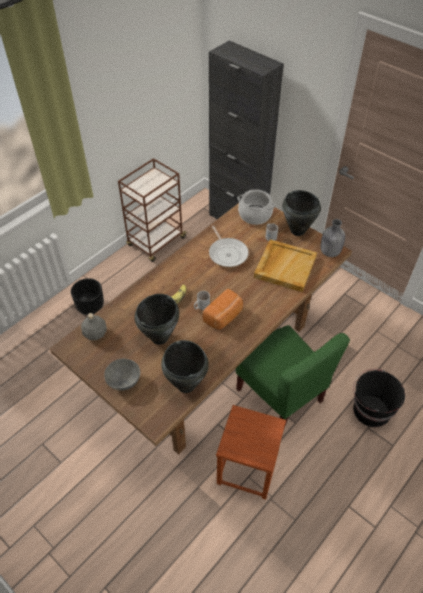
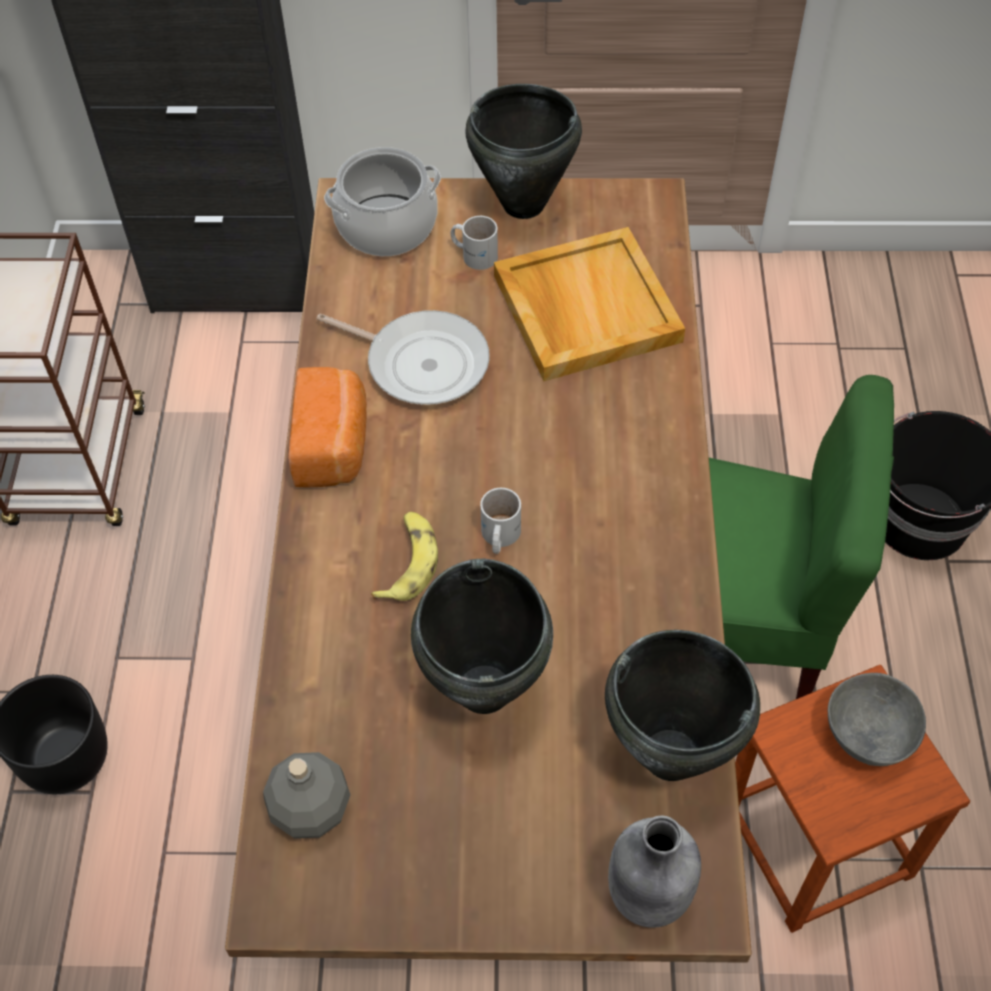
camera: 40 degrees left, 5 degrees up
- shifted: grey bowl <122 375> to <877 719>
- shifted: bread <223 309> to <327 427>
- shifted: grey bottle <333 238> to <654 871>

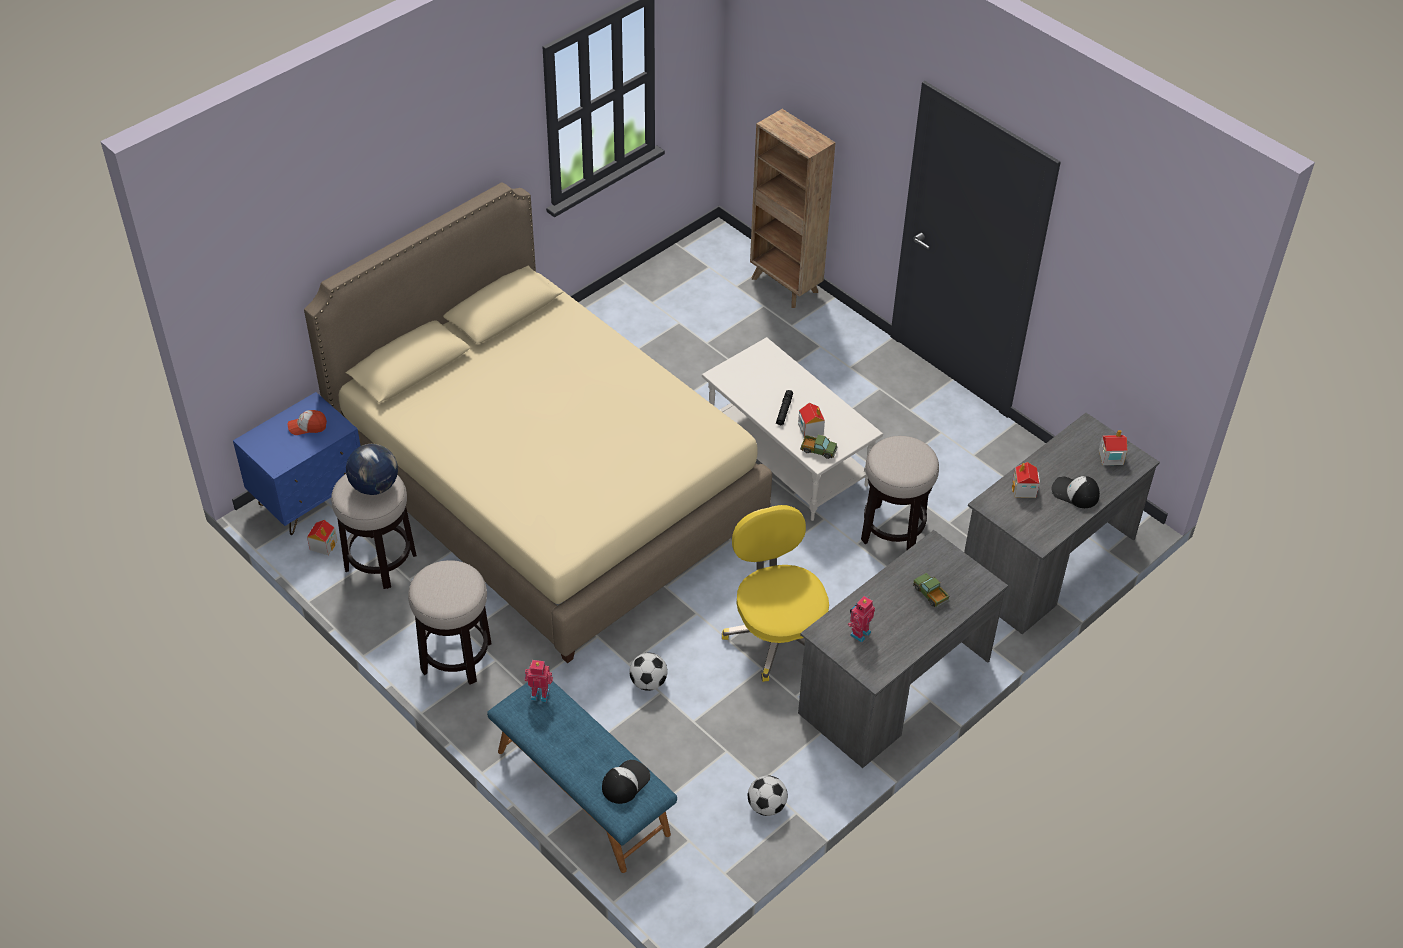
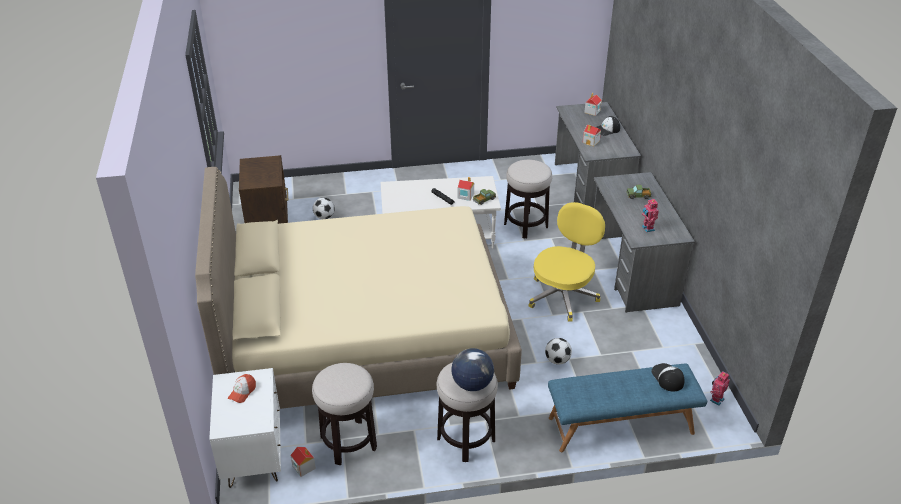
camera: 55 degrees left, 10 degrees down
- repainted: blue nightstand <297 463> to white nightstand <245 428>
- shifted: globe <372 469> to <472 369>
- shifted: toy robot <539 681> to <720 388>
- rotated: yellow office chair <775 593> = <566 261> 105 degrees clockwise
- shifted: football <768 795> to <324 208>
- gone: brown bookcase <792 208>
- new: brown nightstand <263 189>

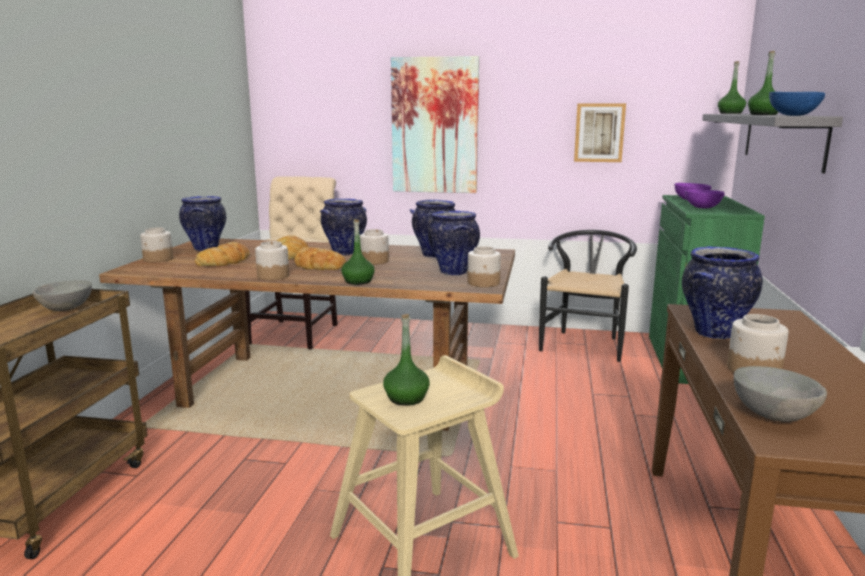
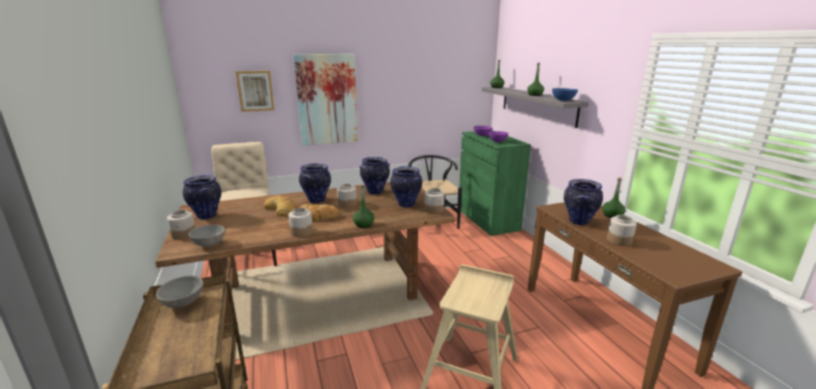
camera: 30 degrees left, 5 degrees up
- gone: bread <222 254>
- shifted: green bottle <406 360> to <614 198>
- shifted: picture <600 132> to <255 91>
- shifted: grey bowl <780 394> to <207 236>

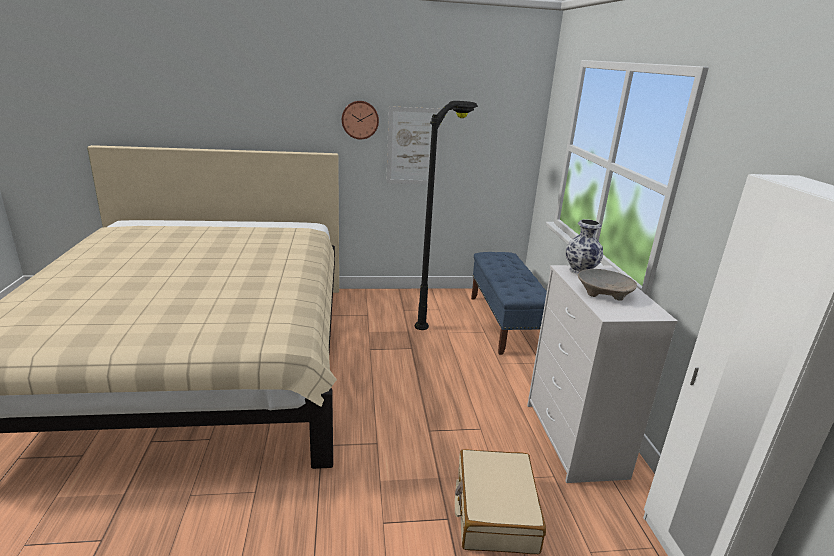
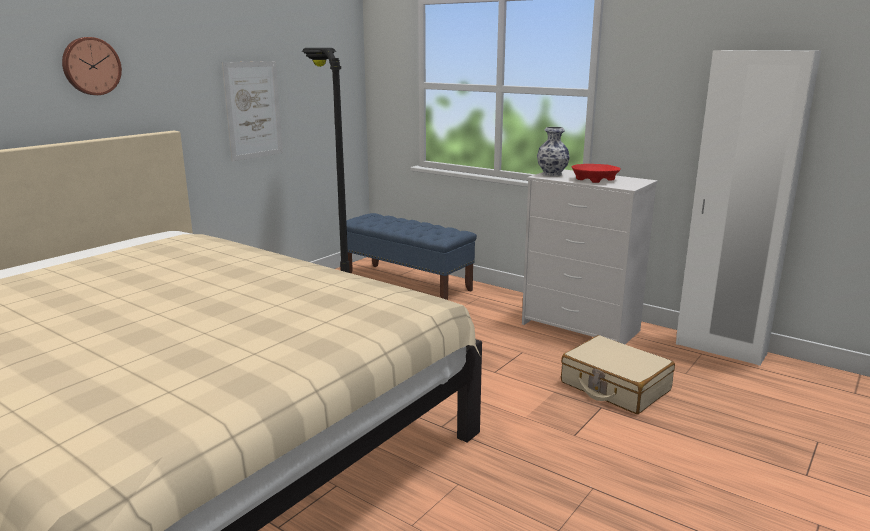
camera: 45 degrees left, 5 degrees down
- shifted: wall clock <360 120> to <92 66>
- repainted: beige bowl <607 285> to red bowl <596 173>

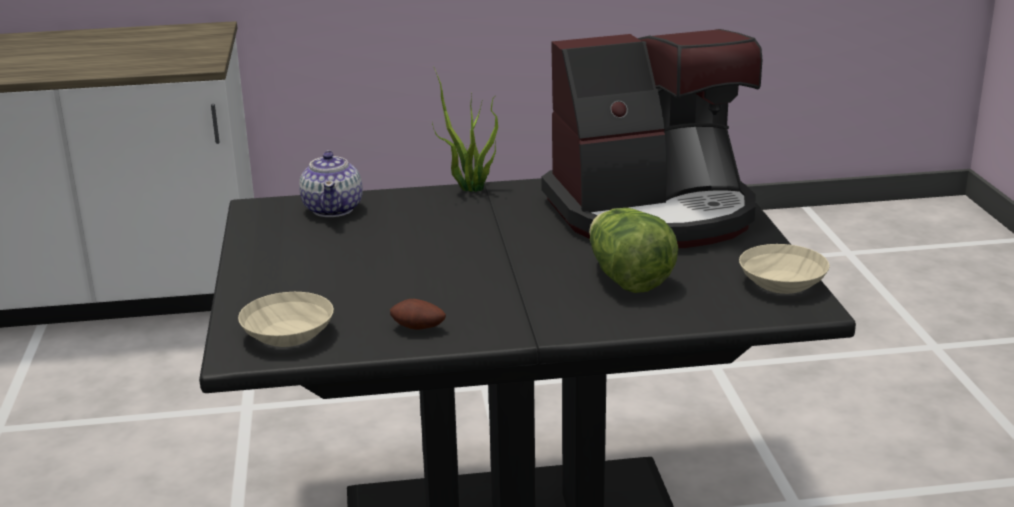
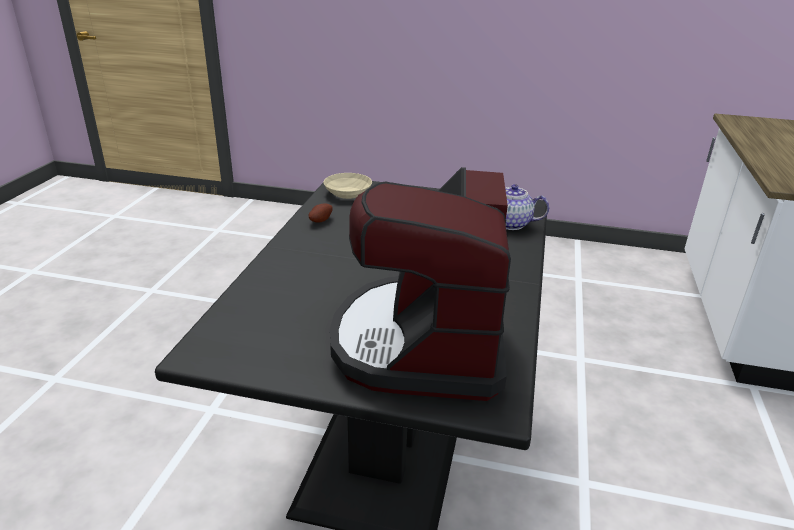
camera: 110 degrees right, 5 degrees up
- gone: potted plant <465 129>
- gone: lettuce <634 250>
- gone: beige bowl <784 269>

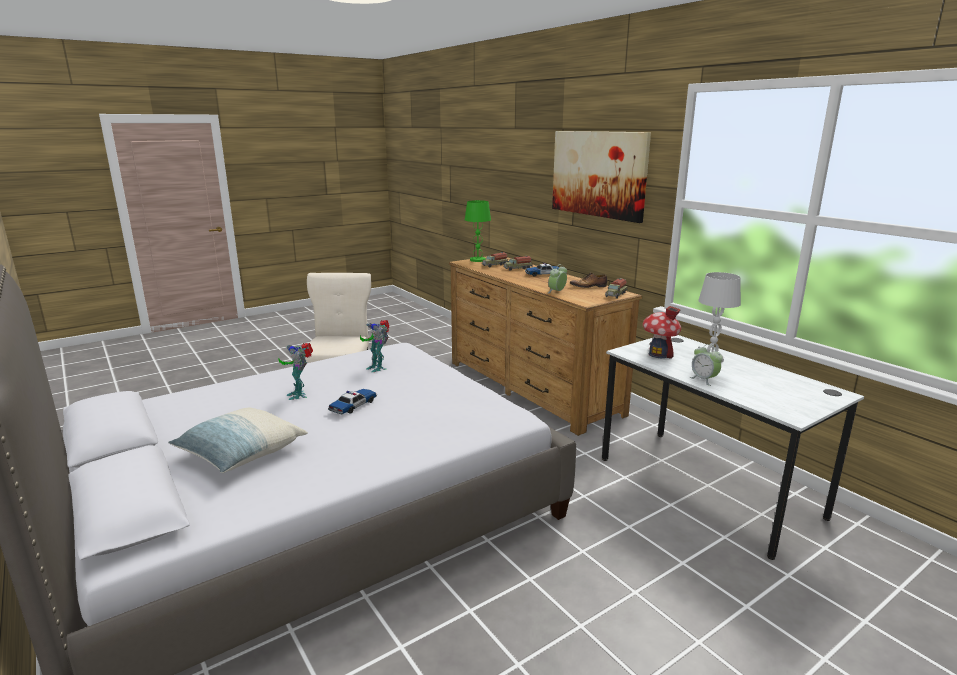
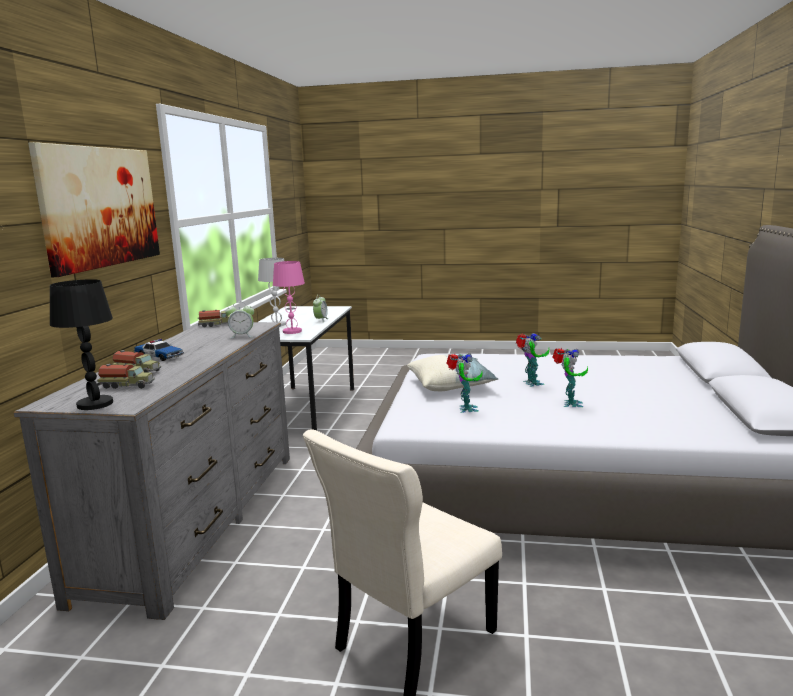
camera: 135 degrees left, 5 degrees down
- shifted: pillow <238 440> to <453 372>
- swapped: toy car <352 402> to toy robot <533 360>
- repainted: brown dresser <545 346> to grey dresser <152 471>
- repainted: green table lamp <478 231> to black table lamp <81 344>
- gone: shoe <588 280>
- swapped: toy house <662 332> to pink table lamp <289 297>

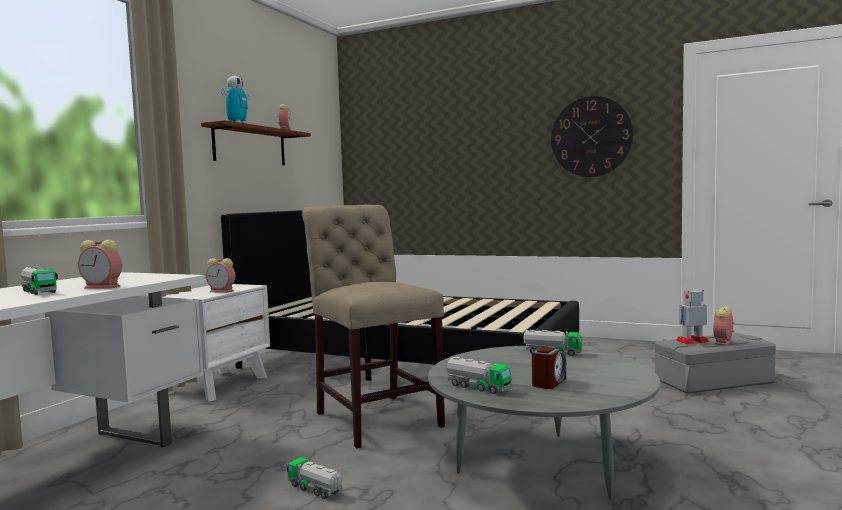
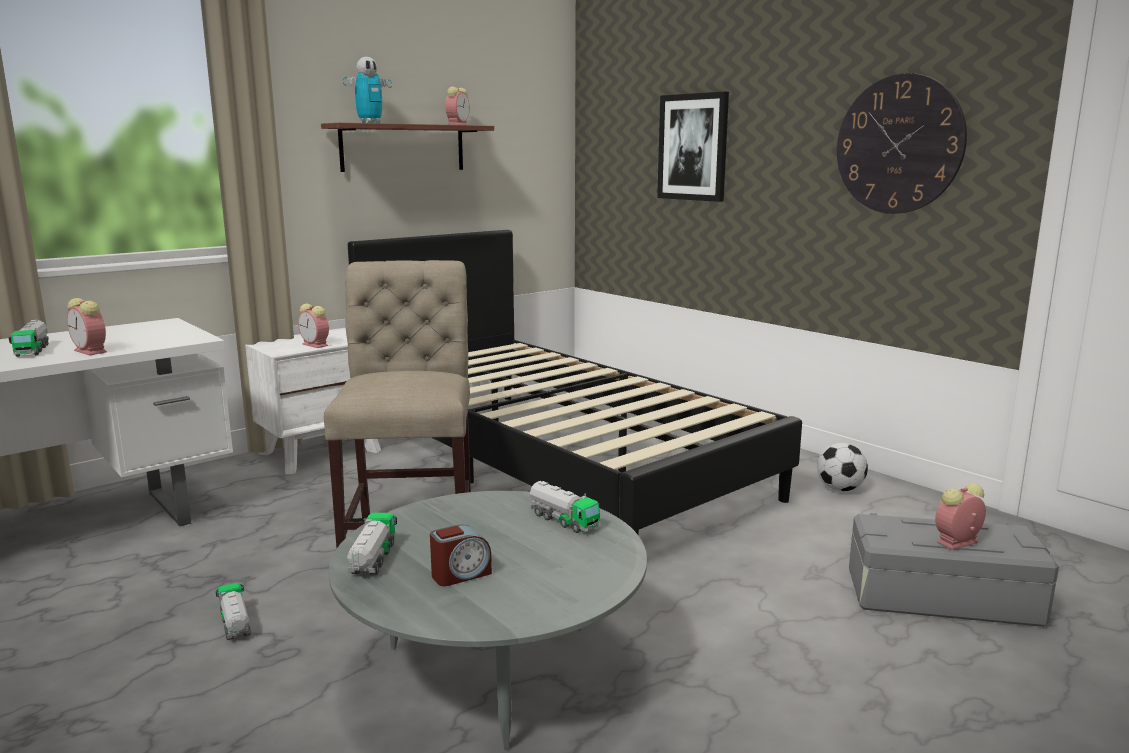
camera: 25 degrees right, 10 degrees up
- rotated: toy truck <479 375> = <372 544> 150 degrees counterclockwise
- gone: toy robot <692 317>
- new: picture <693 146>
- new: football <842 467>

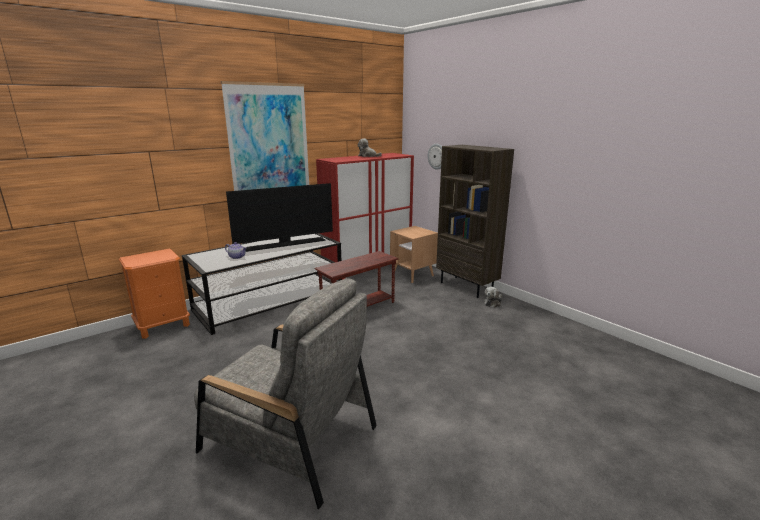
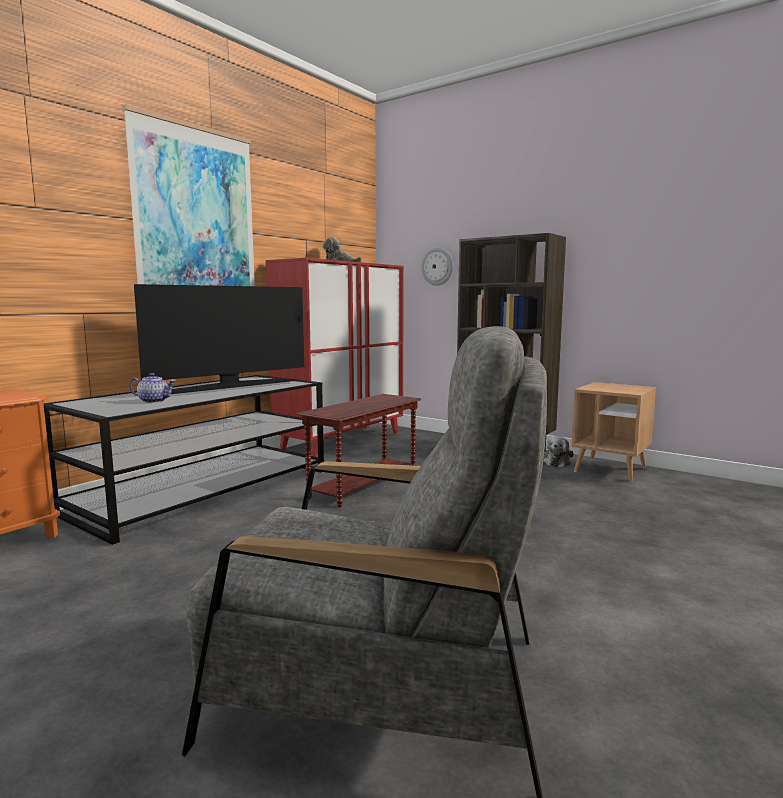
camera: 15 degrees left, 10 degrees down
- shifted: brown side table <414 254> to <614 432>

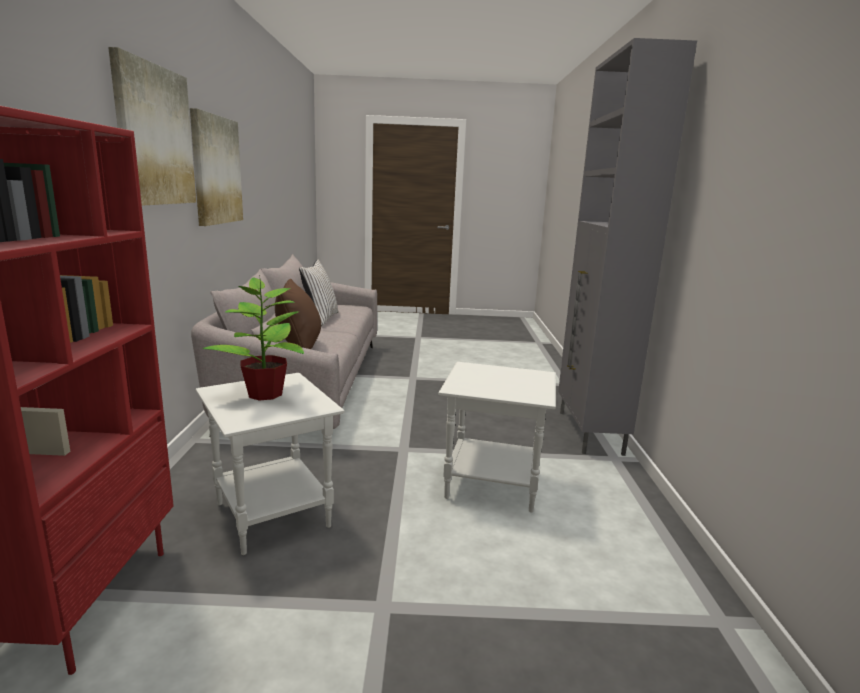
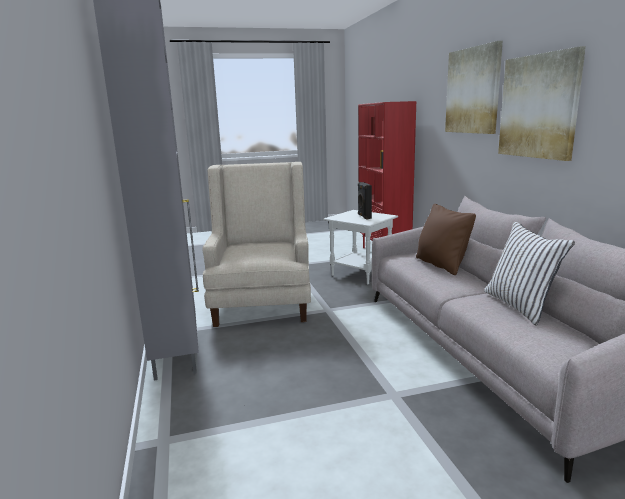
camera: 165 degrees right, 0 degrees up
- swapped: potted plant <253 338> to black speaker <365 201>
- swapped: white side table <497 437> to beige armchair <256 244>

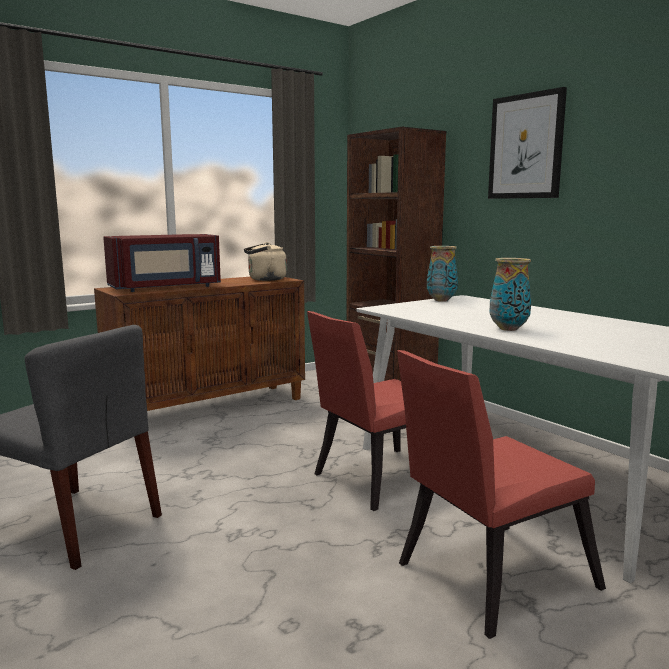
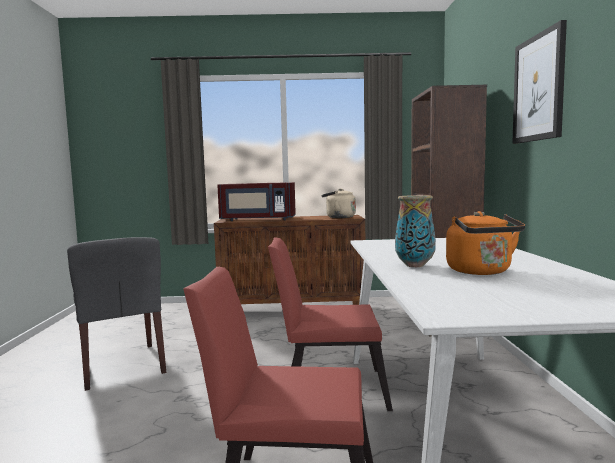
camera: 35 degrees right, 5 degrees down
- gone: vase <442 274>
- new: orange kettle <485 243>

